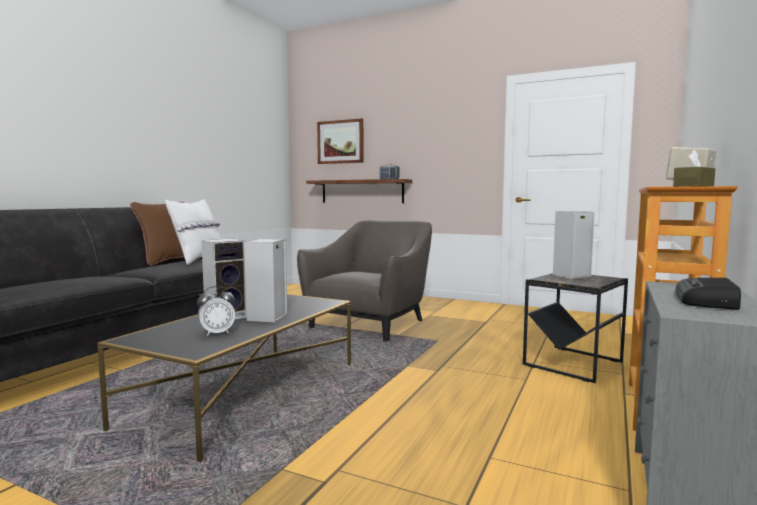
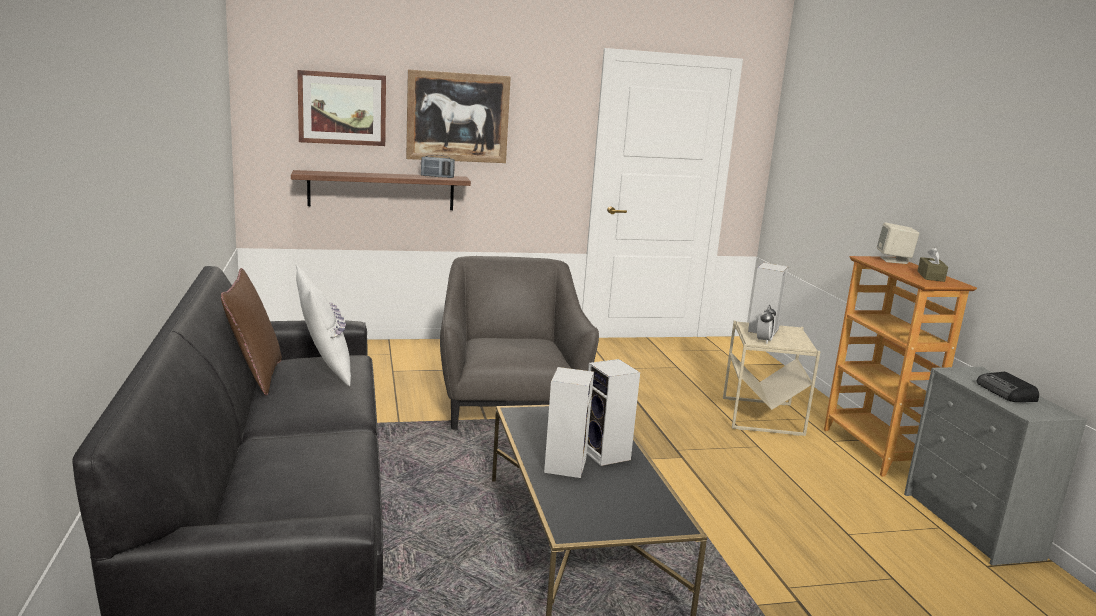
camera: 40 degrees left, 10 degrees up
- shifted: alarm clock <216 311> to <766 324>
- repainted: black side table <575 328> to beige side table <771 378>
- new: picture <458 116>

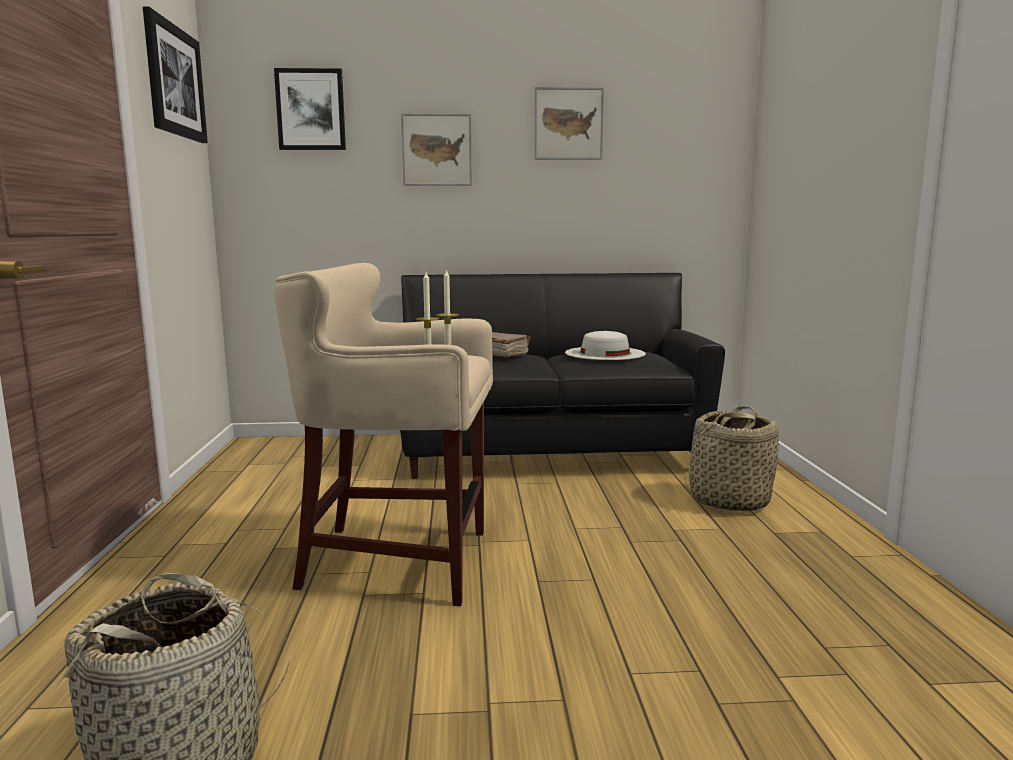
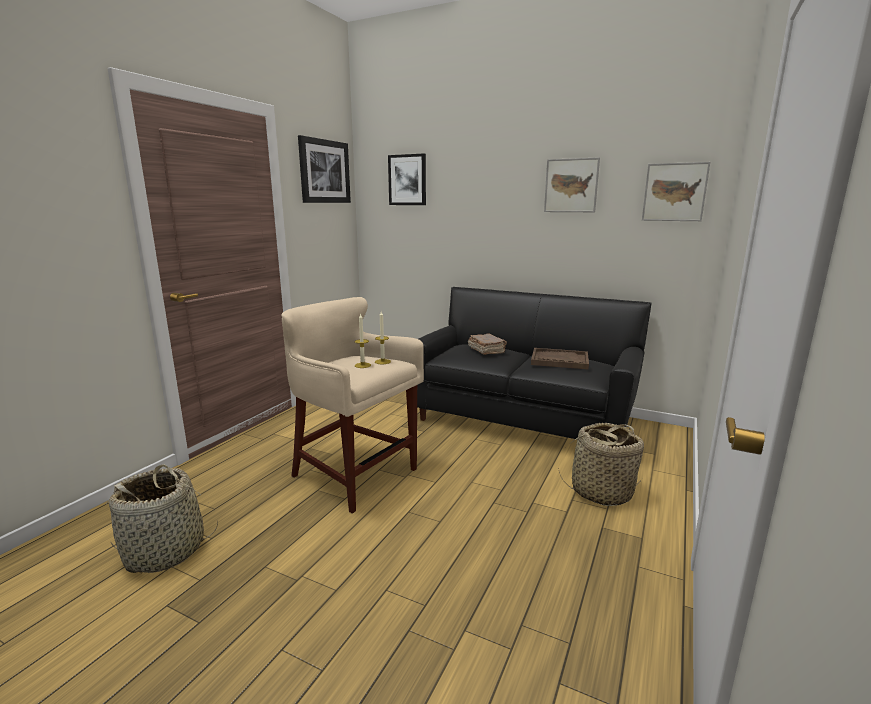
camera: 30 degrees right, 5 degrees up
- shifted: picture <436 149> to <676 191>
- swapped: white hat <605 345> to brown tray <560 358>

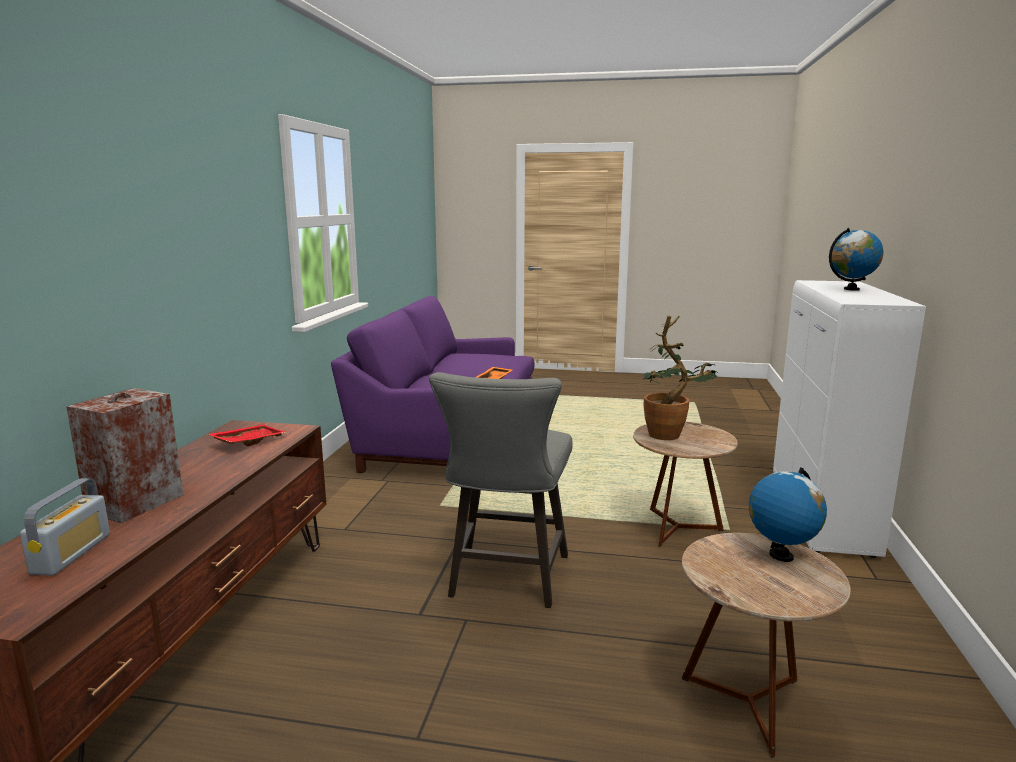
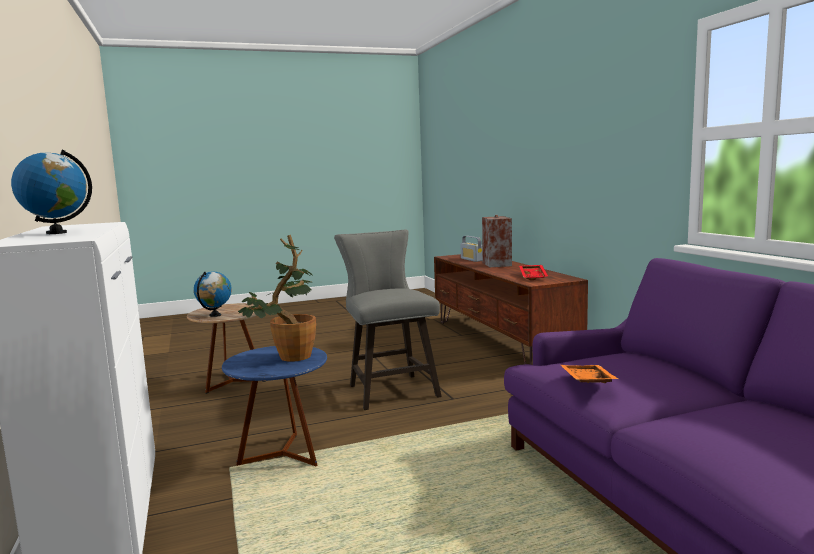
camera: 150 degrees right, 5 degrees down
- repainted: brown side table <685 484> to blue side table <274 406>

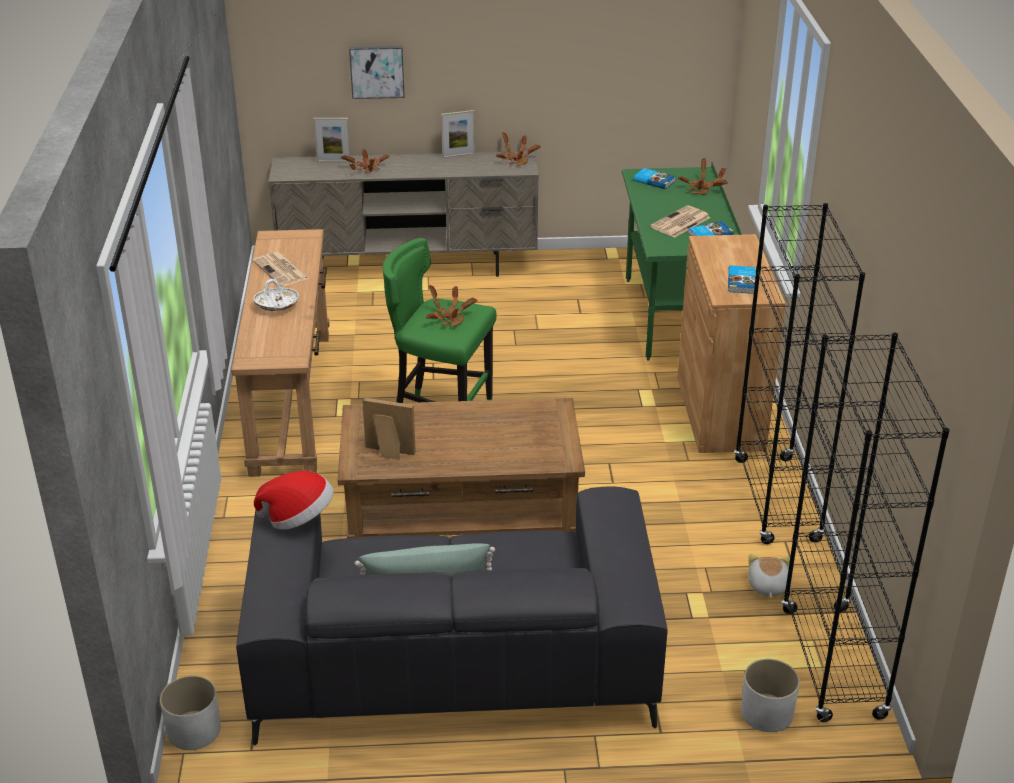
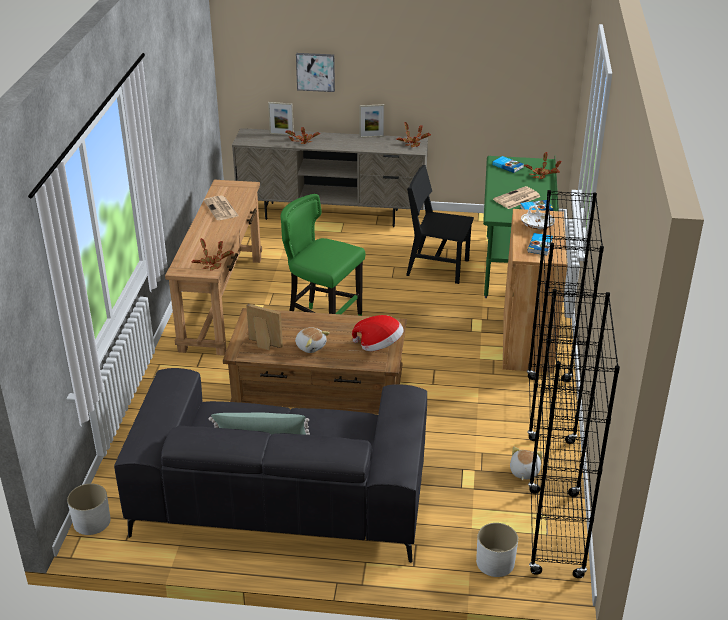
camera: 10 degrees right, 0 degrees up
- shifted: white bowl <276 295> to <538 217>
- shifted: hat <294 500> to <378 333>
- shifted: potted plant <452 306> to <212 254>
- new: plush toy <312 340>
- new: black chair <440 224>

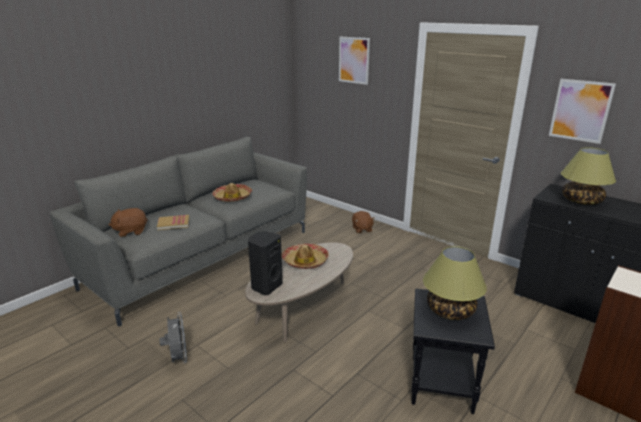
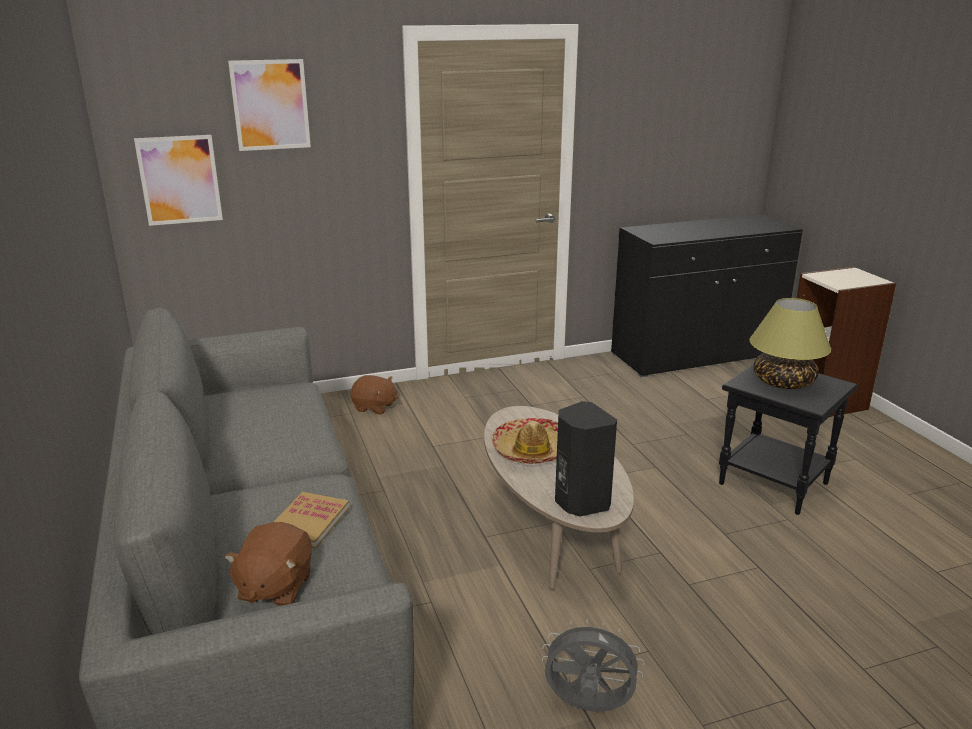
camera: 60 degrees left, 0 degrees up
- gone: hat <232 192>
- shifted: picture <582 111> to <178 180>
- gone: table lamp <588 176>

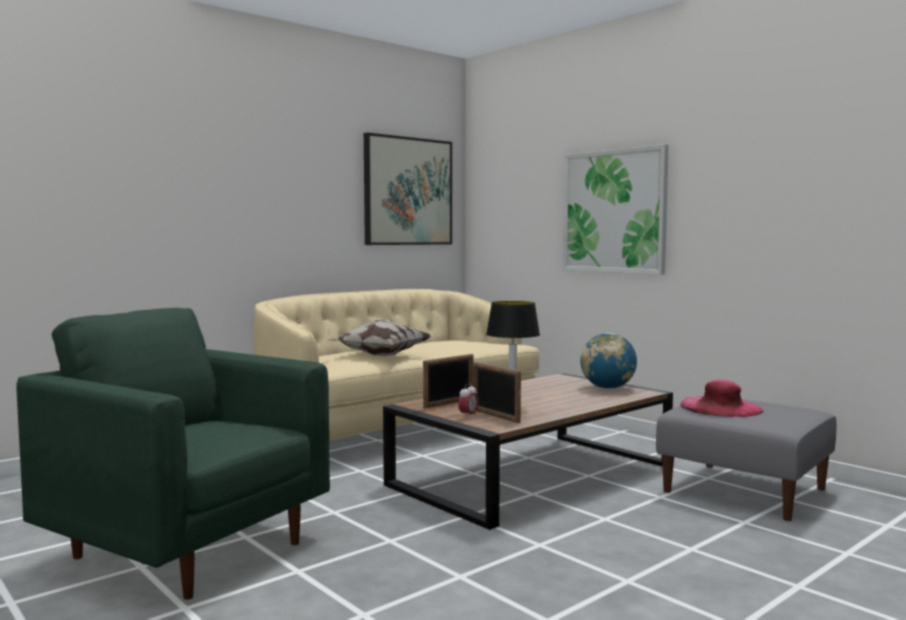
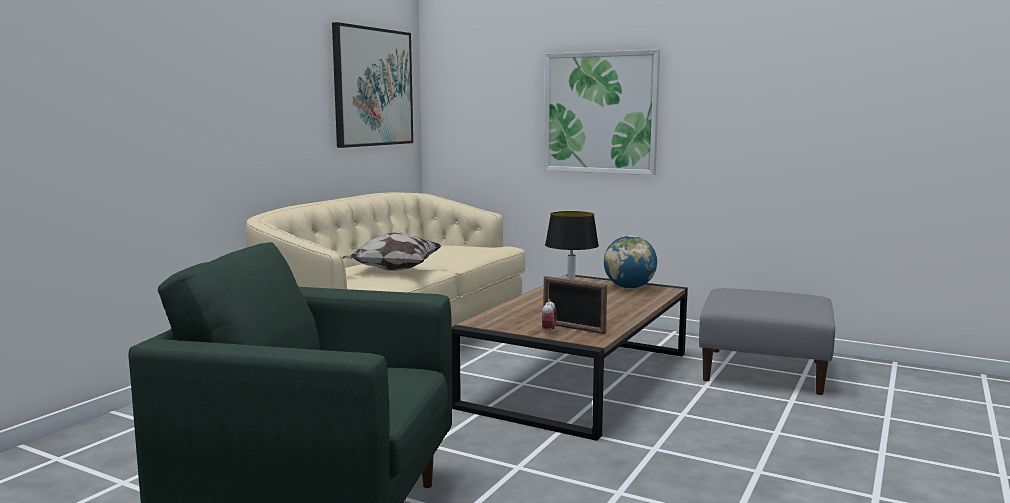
camera: 20 degrees left, 5 degrees up
- gone: picture frame <448 381>
- gone: pink hat <722 398>

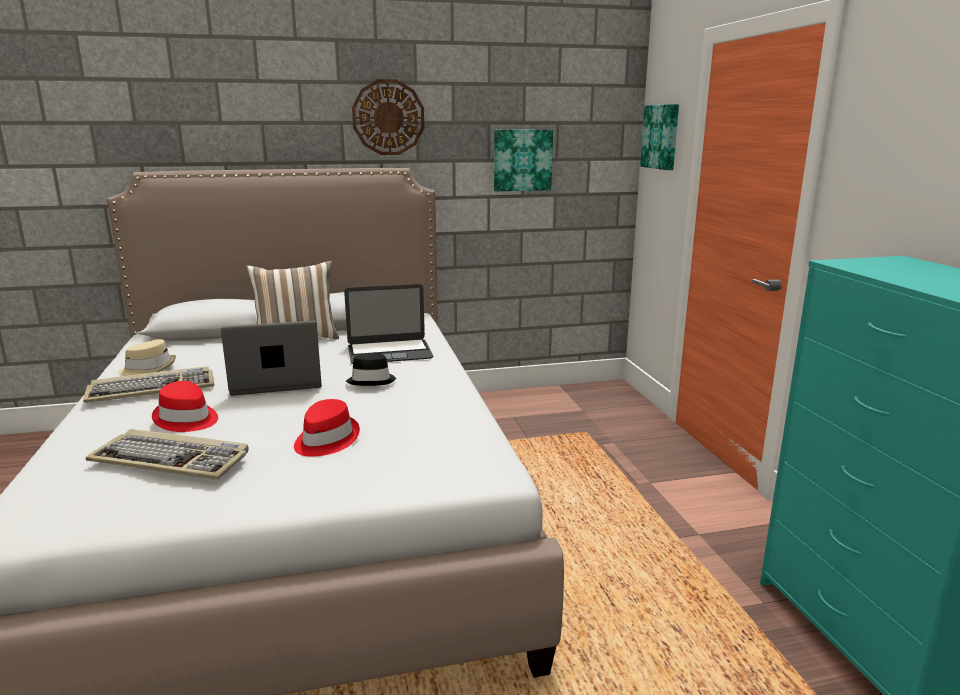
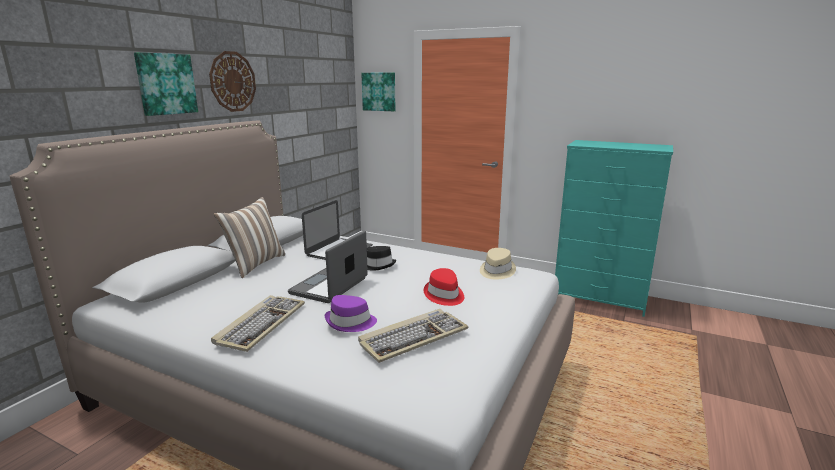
camera: 50 degrees left, 0 degrees up
- shifted: beige hat <147 357> to <498 263>
- repainted: red hat <185 406> to purple hat <351 313>
- shifted: picture <523 160> to <166 84>

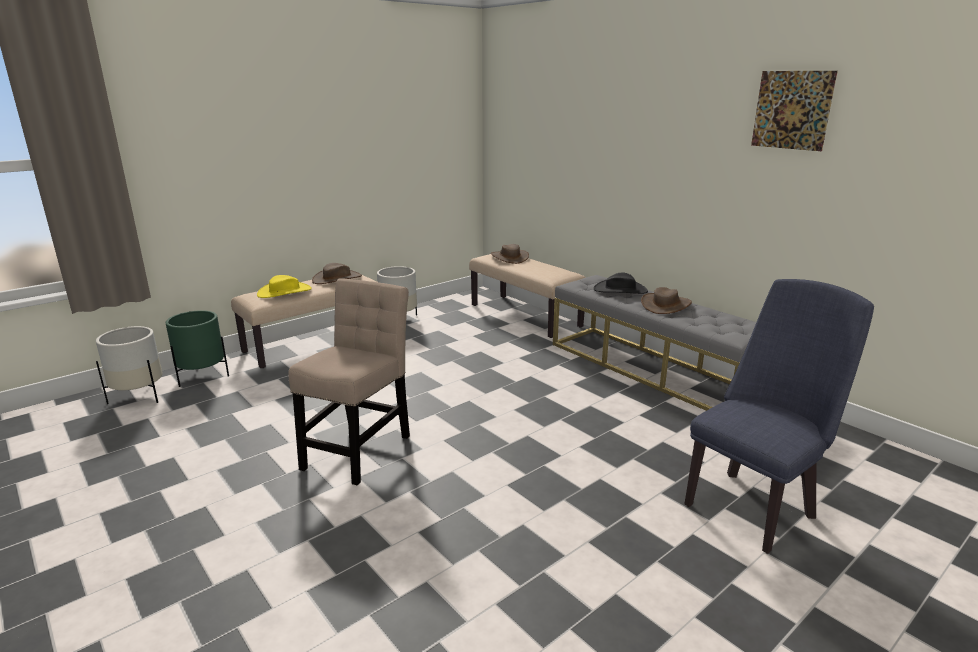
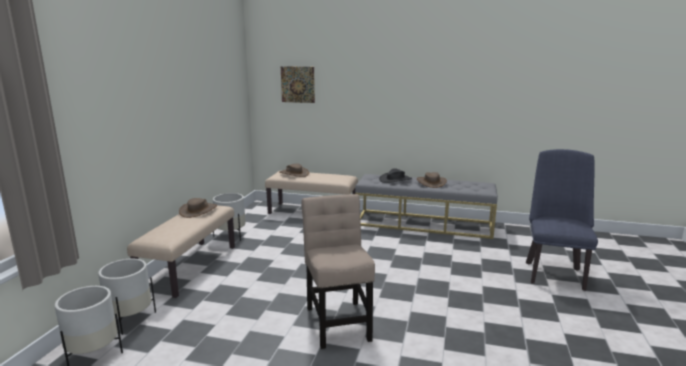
camera: 35 degrees left, 5 degrees down
- repainted: green planter <197 348> to white planter <127 297>
- gone: yellow hat <284 286>
- shifted: picture <794 111> to <298 84>

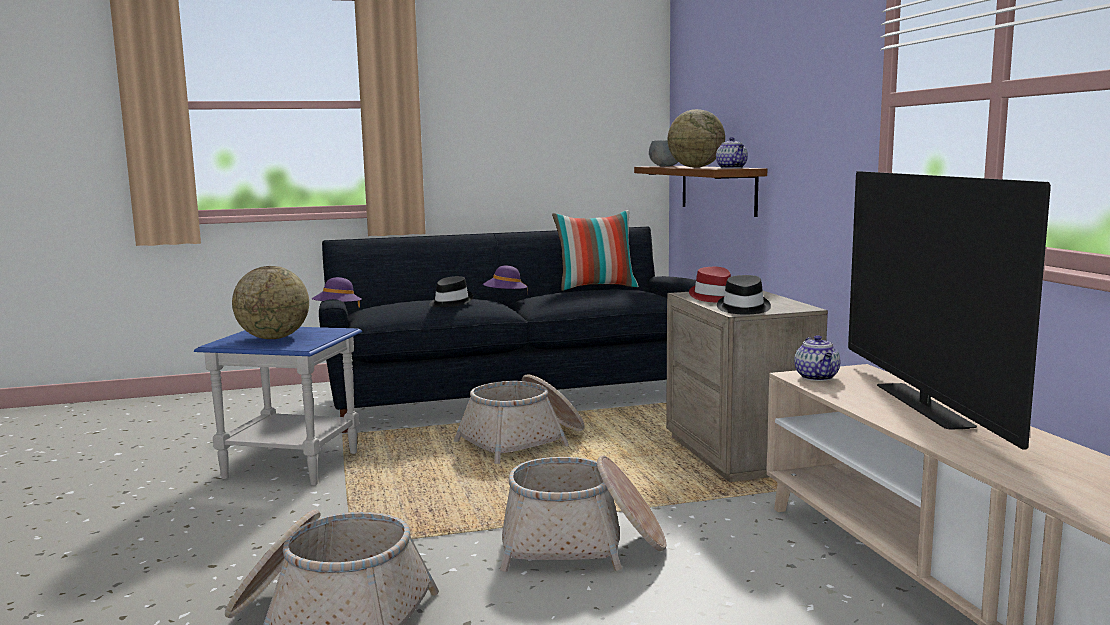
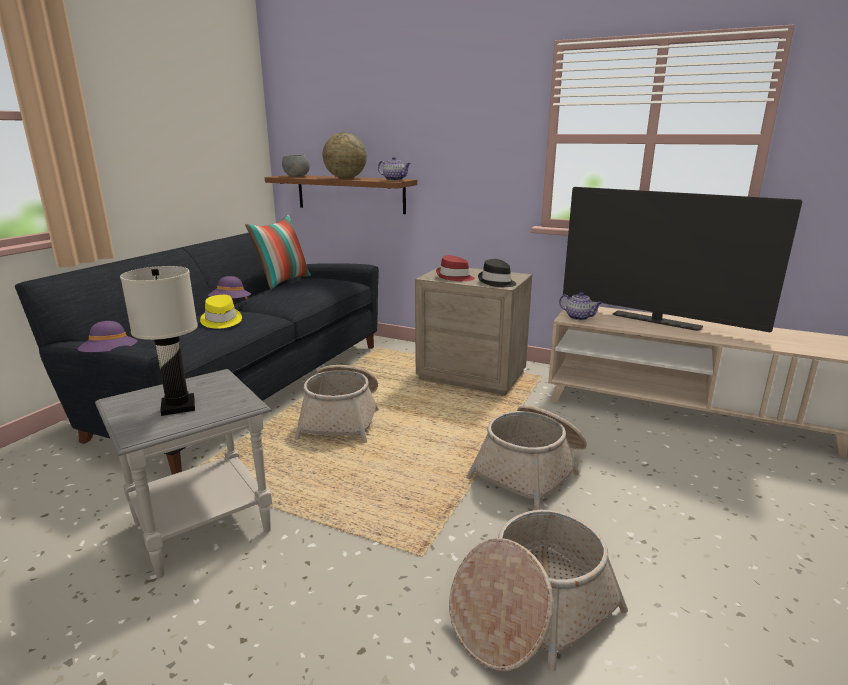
camera: 50 degrees left, 10 degrees up
- repainted: blue side table <278 406> to grey side table <183 473>
- swapped: globe <270 302> to white table lamp <159 341>
- repainted: black hat <451 291> to yellow hat <221 312>

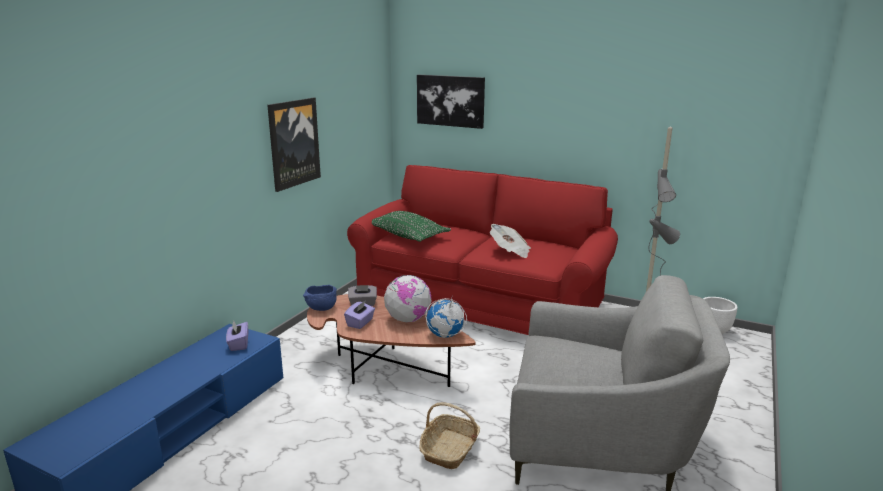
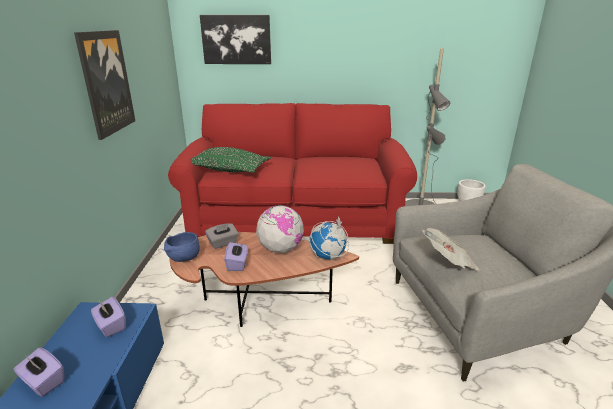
camera: 25 degrees left, 5 degrees up
- gone: basket <449 435>
- shifted: newspaper <510 241> to <451 249>
- new: purple tissue box <39 372>

